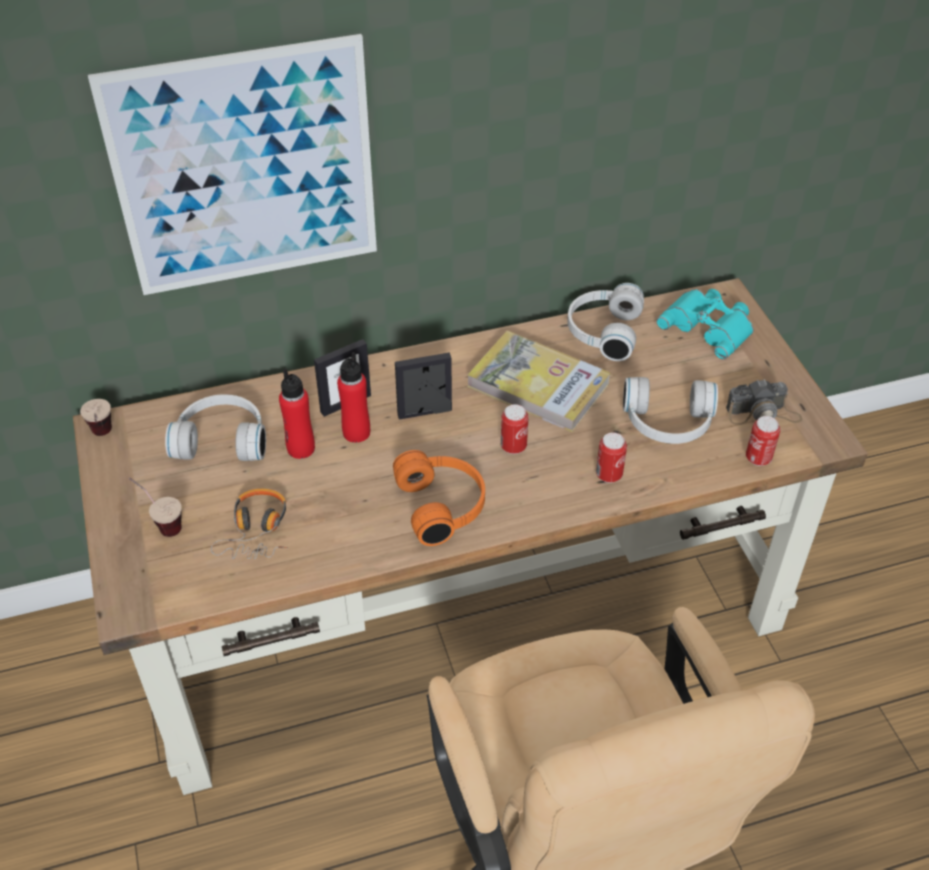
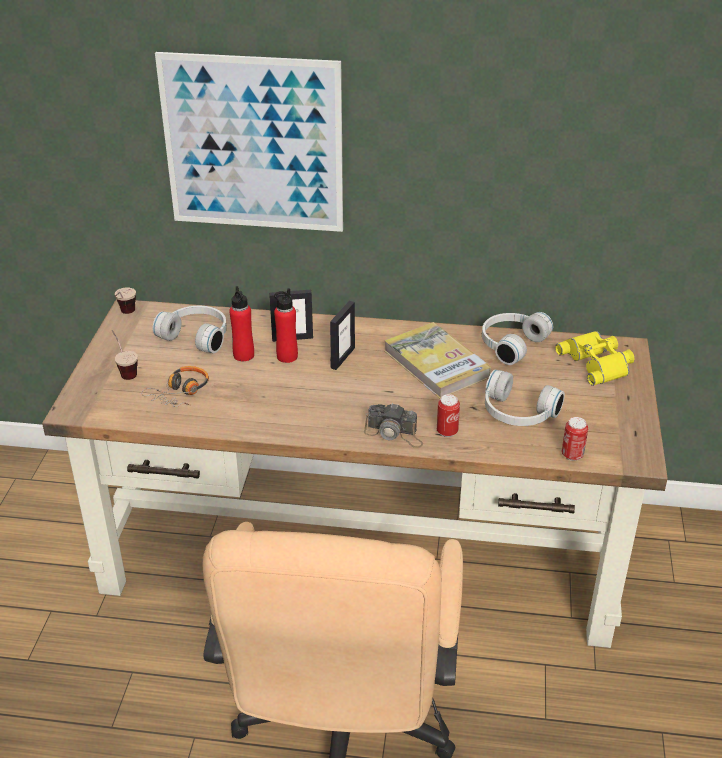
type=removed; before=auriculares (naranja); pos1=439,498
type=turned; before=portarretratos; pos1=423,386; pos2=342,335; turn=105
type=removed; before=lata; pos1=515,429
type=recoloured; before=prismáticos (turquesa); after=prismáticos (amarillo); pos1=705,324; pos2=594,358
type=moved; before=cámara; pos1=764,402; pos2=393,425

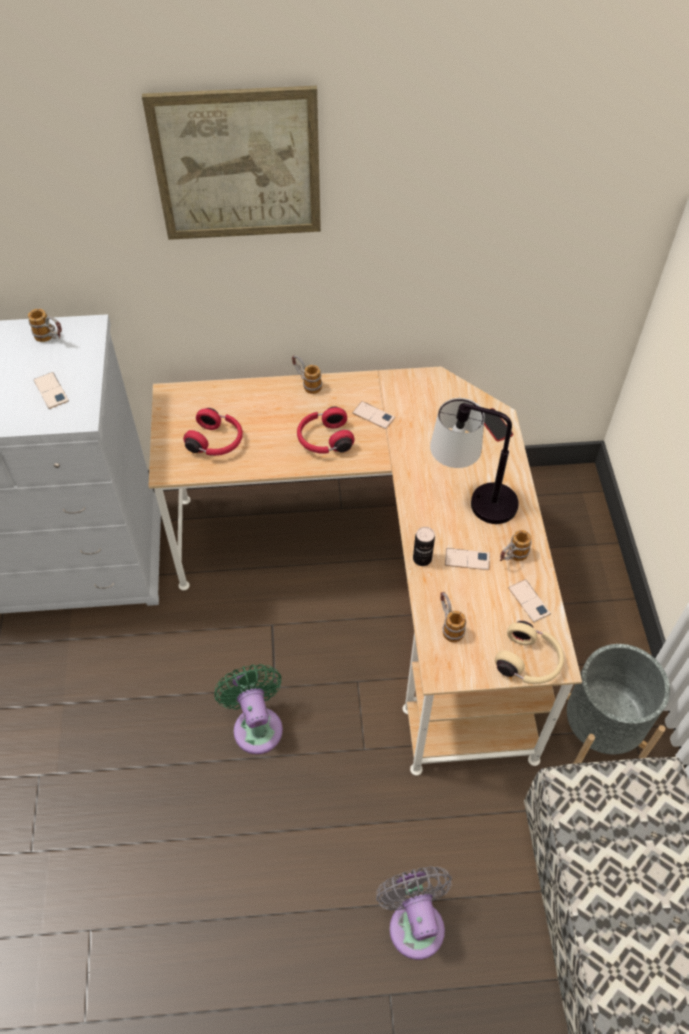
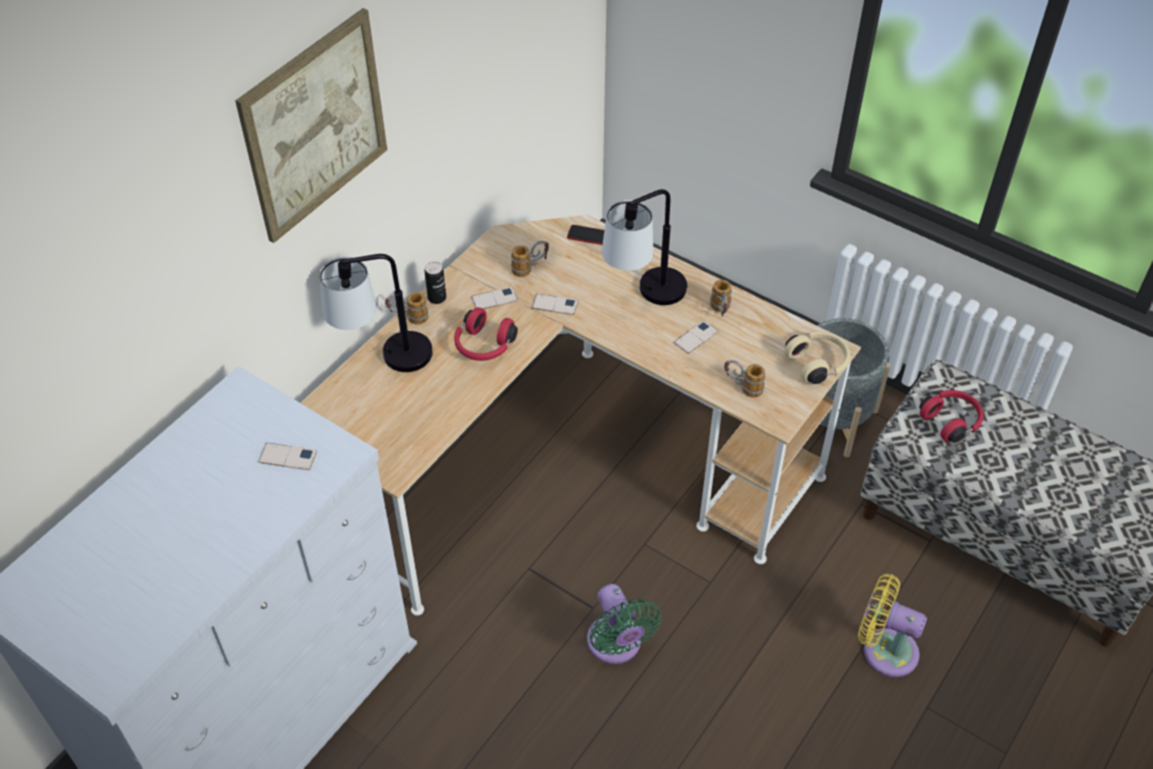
type=moved; before=taza grande; pos1=45,325; pos2=530,259
type=moved; before=auriculares (rojo); pos1=213,432; pos2=951,416
type=turned; before=ventilador (verde); pos1=248,709; pos2=624,624; turn=-135
type=recoloured; before=ventilador (gris); after=ventilador (amarillo); pos1=414,913; pos2=892,625
type=moved; before=lata; pos1=424,546; pos2=435,282
type=moved; before=móvil; pos1=530,600; pos2=555,304
type=added; after=lámpara de mesa; pos2=376,313

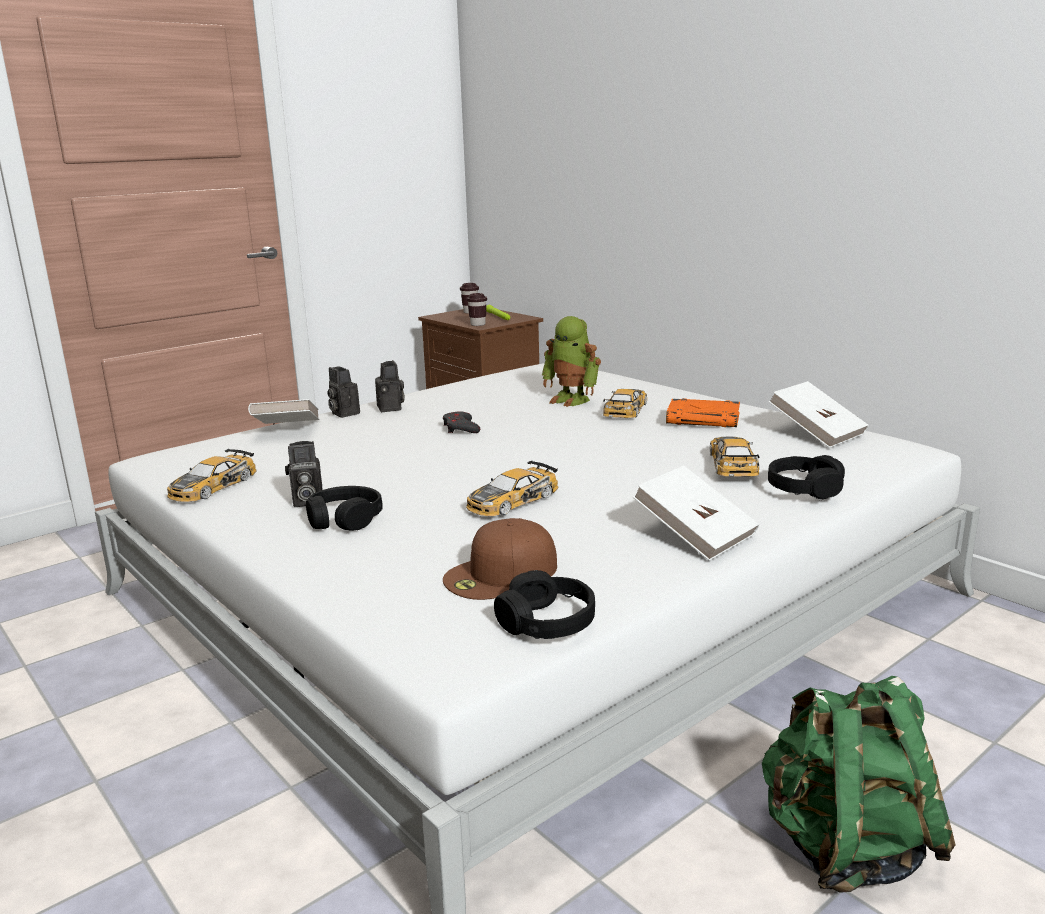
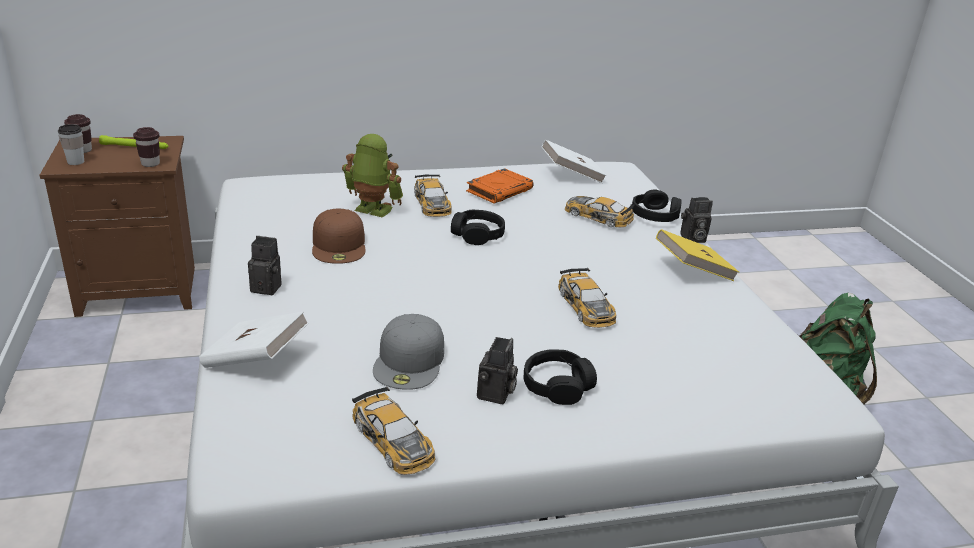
type=moved; before=cámara; pos1=343,392; pos2=696,220
type=removed; before=mando de consola (gris); pos1=461,422
type=moved; before=gorra (marrón); pos1=500,559; pos2=339,236
type=moved; before=auriculares (negro); pos1=544,604; pos2=478,227
type=turned; before=robot de juguete; pos1=571,361; pos2=372,175; turn=-135
type=turned; before=coche de juguete; pos1=625,403; pos2=432,196; turn=-150
type=recoloured; before=libro (blanco); after=libro (amarillo); pos1=696,513; pos2=697,255
type=added; after=taza; pos2=71,144
type=added; after=gorra (gris); pos2=408,352

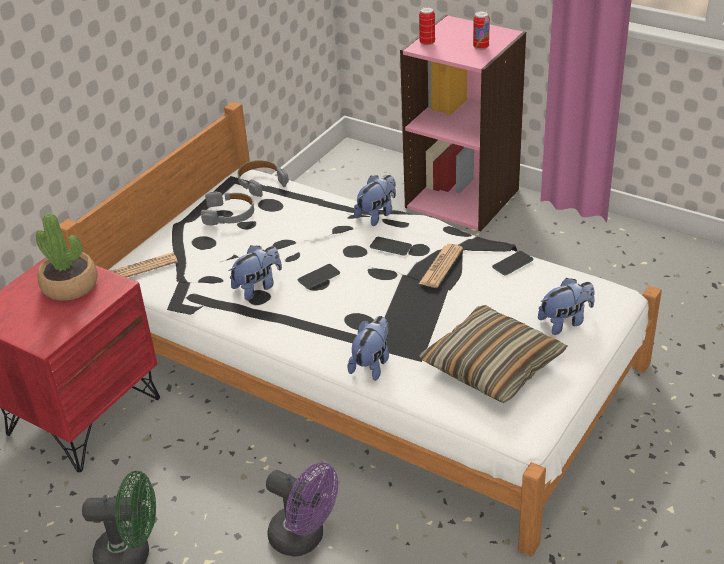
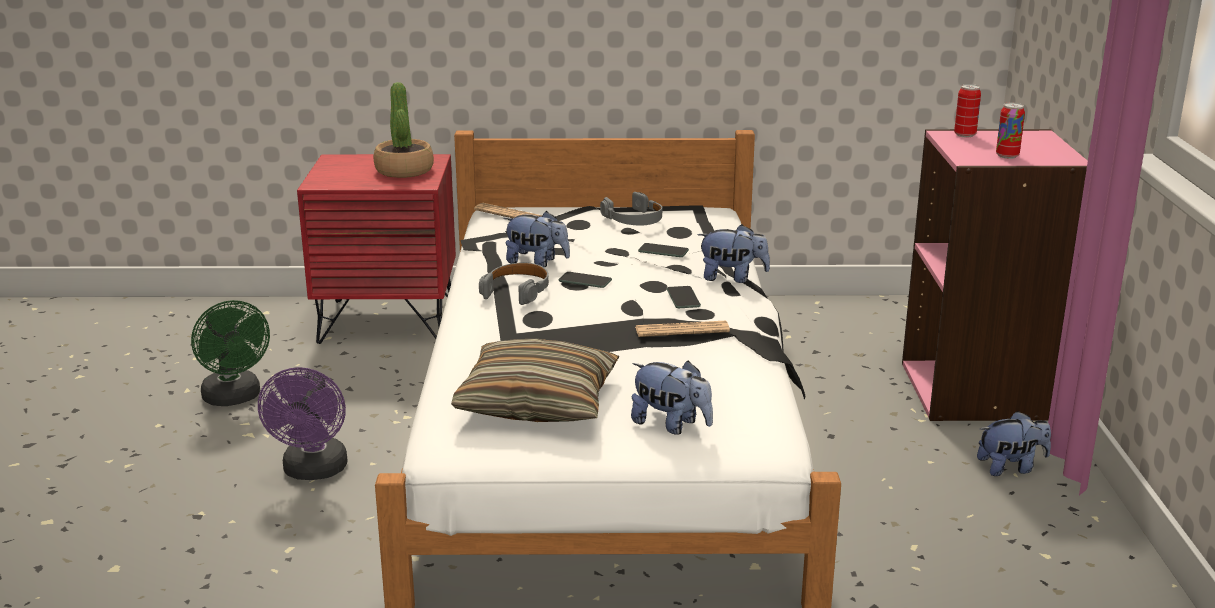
type=moved; before=auriculares (gris); pos1=263,178; pos2=514,283
type=moved; before=peluche; pos1=368,348; pos2=1014,443
type=moved; before=móvil; pos1=512,263; pos2=663,250

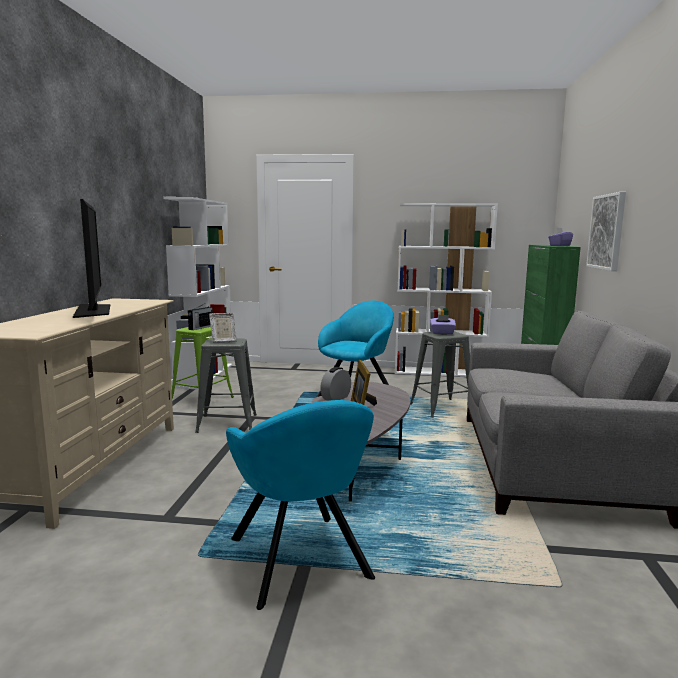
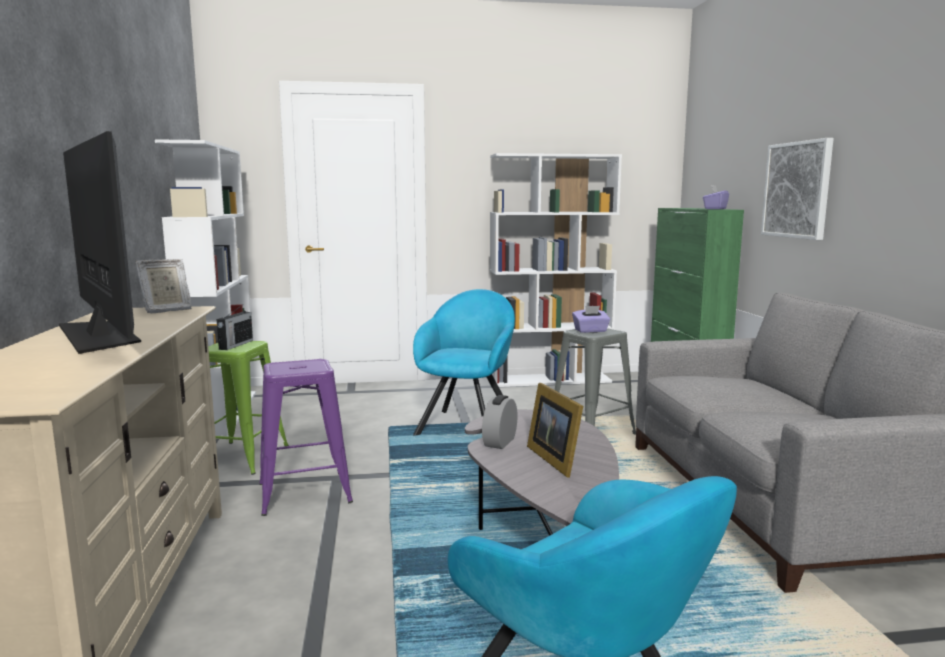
type=recoloured; before=taburete (gris); after=taburete (morado); pos1=226,385; pos2=306,437
type=moved; before=portarretratos; pos1=222,328; pos2=163,286

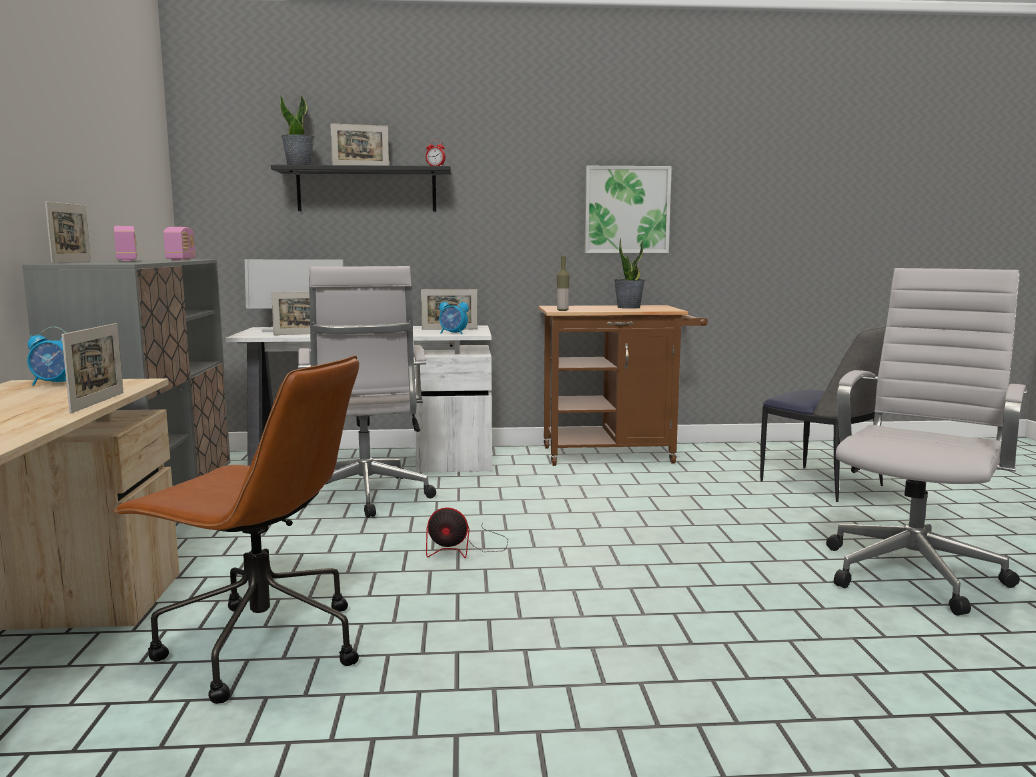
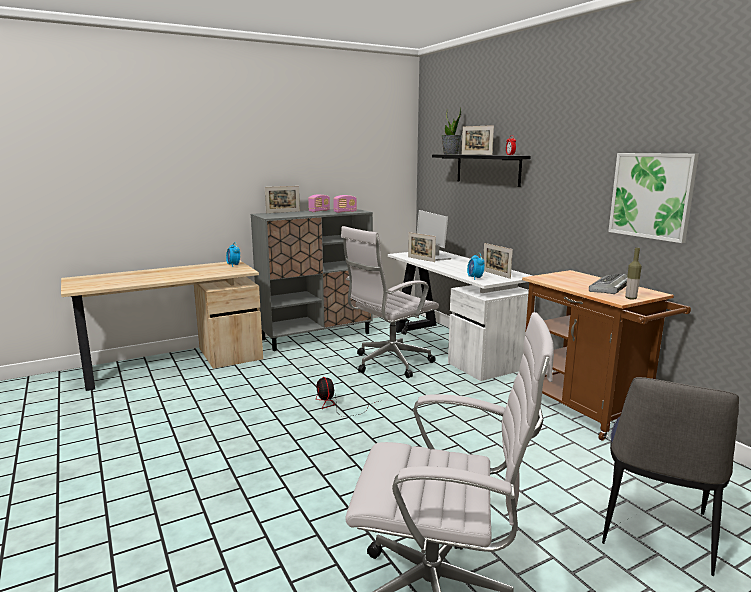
type=removed; before=portarretratos; pos1=92,368
type=removed; before=silla de oficina (marrón); pos1=236,529
type=moved; before=botella; pos1=563,283; pos2=633,274
type=replaced; before=planta en maceta; after=teclado; pos1=629,273; pos2=608,284

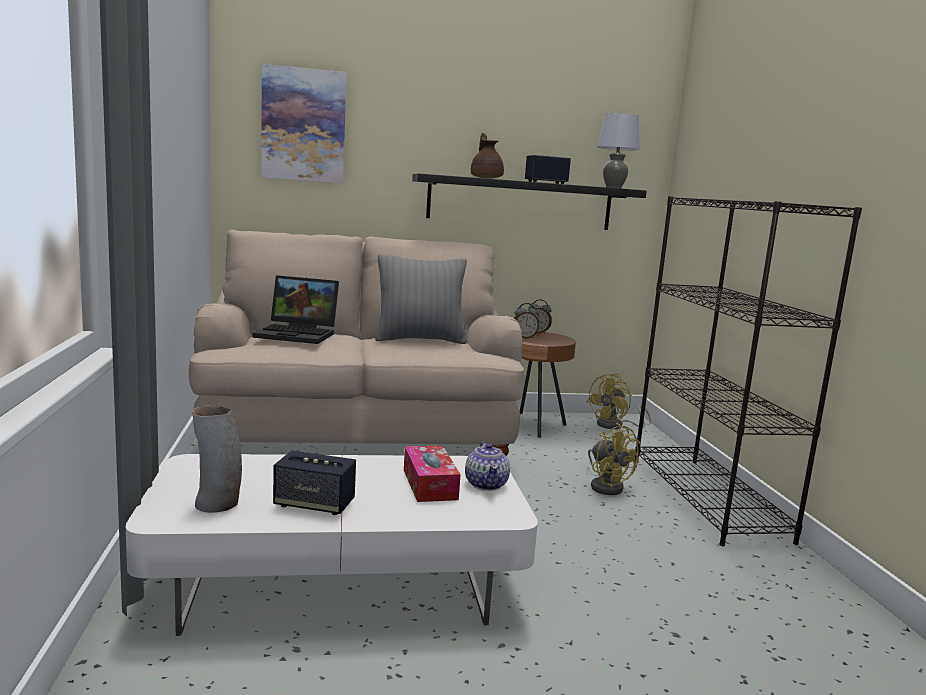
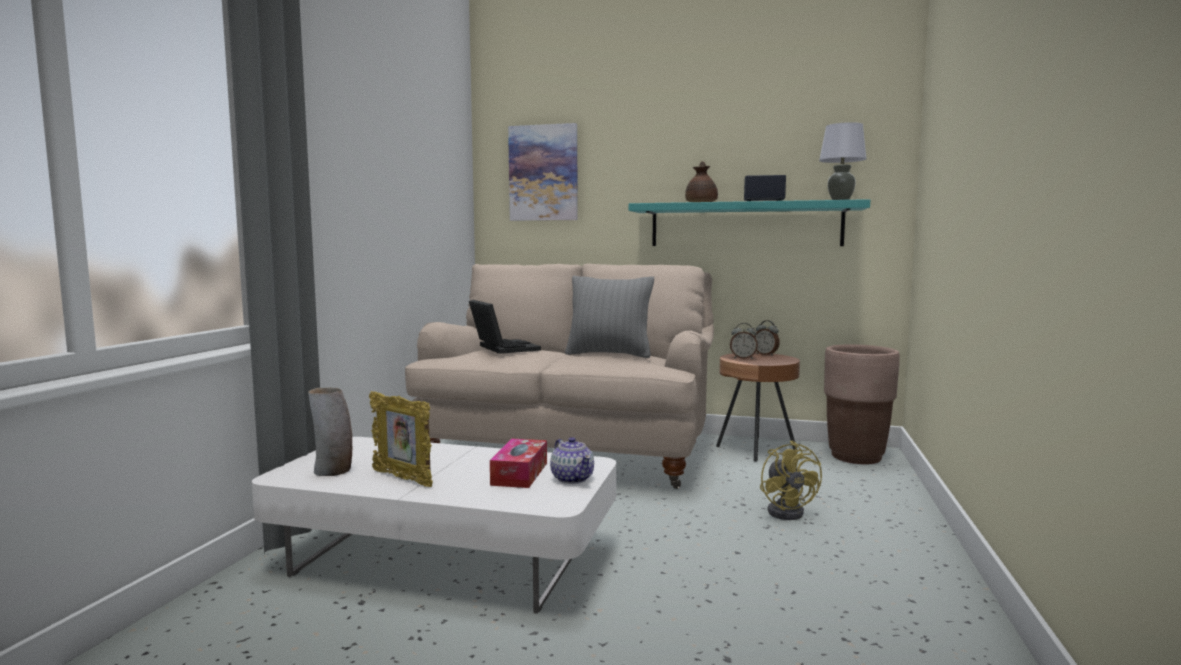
type=turned; before=portátil; pos1=296,309; pos2=505,327; turn=-150
type=replaced; before=altavoz; after=portarretratos; pos1=314,482; pos2=401,439
type=recoloured; before=estante (negro); after=estante (turquesa); pos1=529,201; pos2=749,222
type=turned; before=tetera; pos1=487,466; pos2=572,460; turn=-45
type=replaced; before=ventilador (amarillo); after=maceta (marrón); pos1=619,401; pos2=862,404
type=removed; before=estantería (negro); pos1=748,371

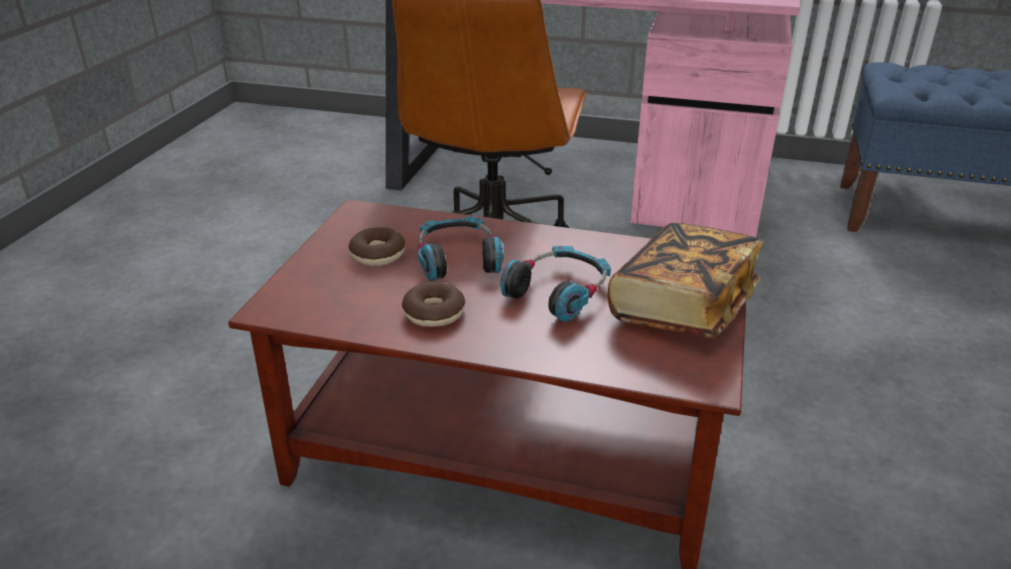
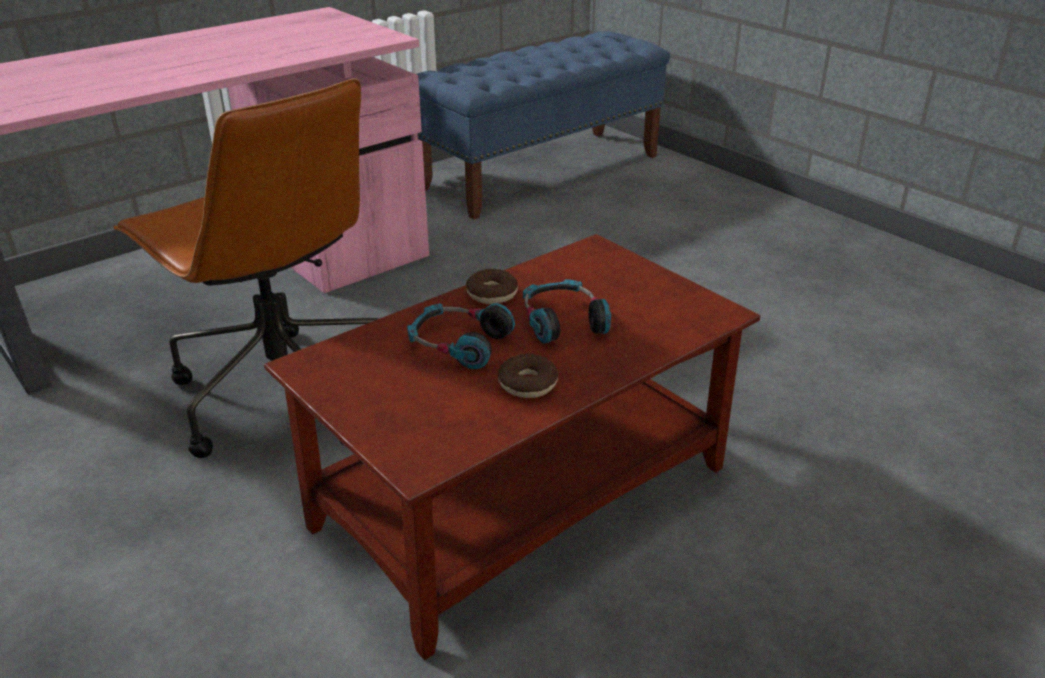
type=moved; before=rosquilla; pos1=376,246; pos2=492,286
type=removed; before=libro; pos1=685,280

